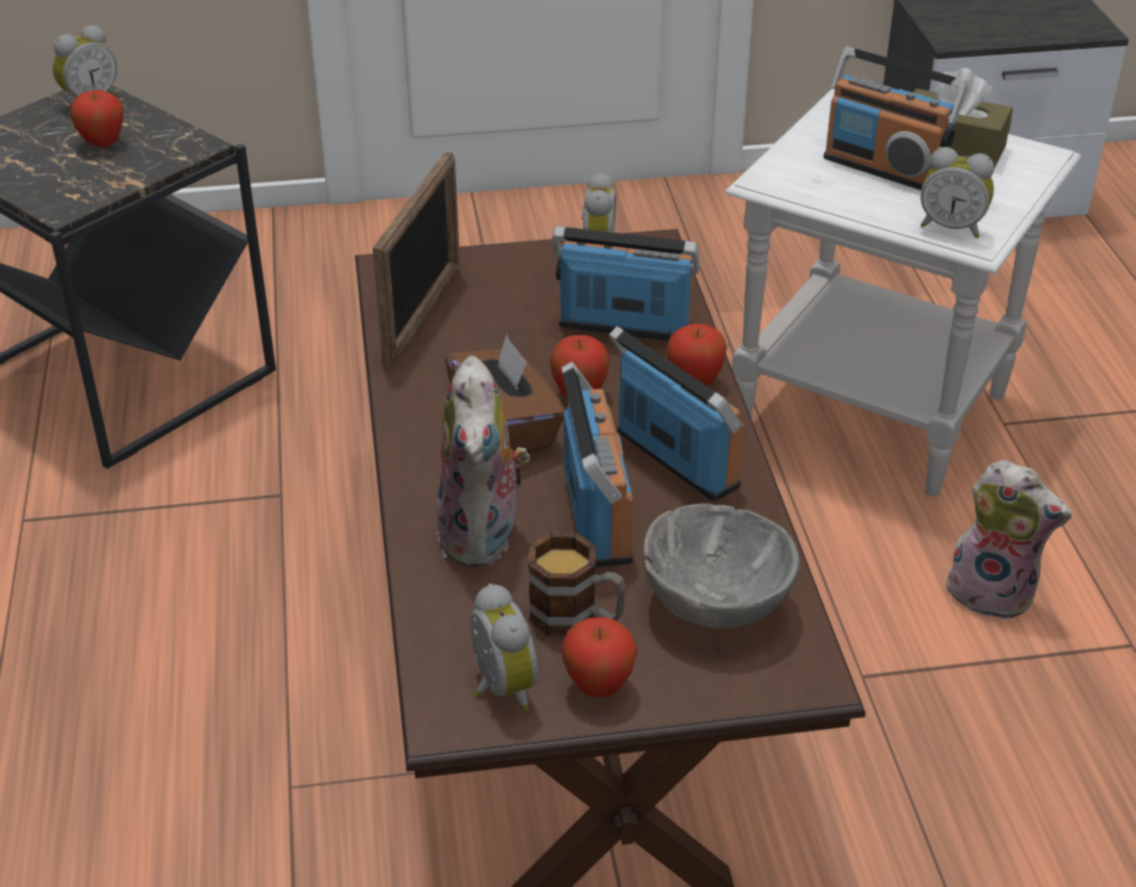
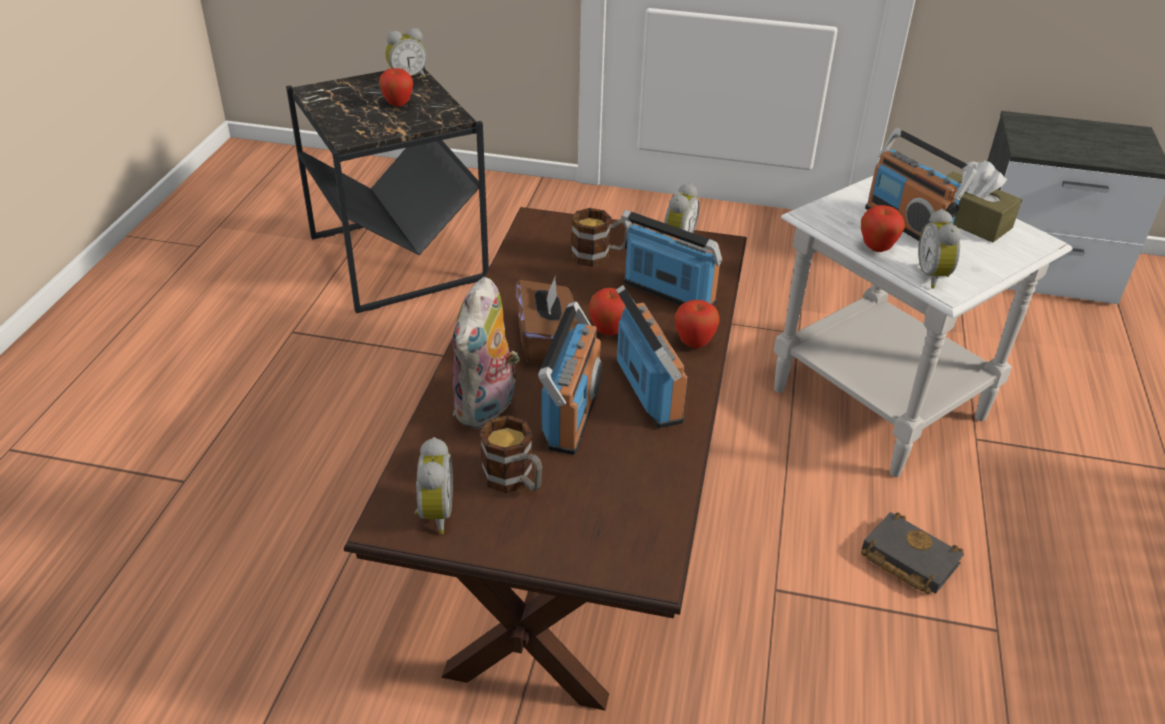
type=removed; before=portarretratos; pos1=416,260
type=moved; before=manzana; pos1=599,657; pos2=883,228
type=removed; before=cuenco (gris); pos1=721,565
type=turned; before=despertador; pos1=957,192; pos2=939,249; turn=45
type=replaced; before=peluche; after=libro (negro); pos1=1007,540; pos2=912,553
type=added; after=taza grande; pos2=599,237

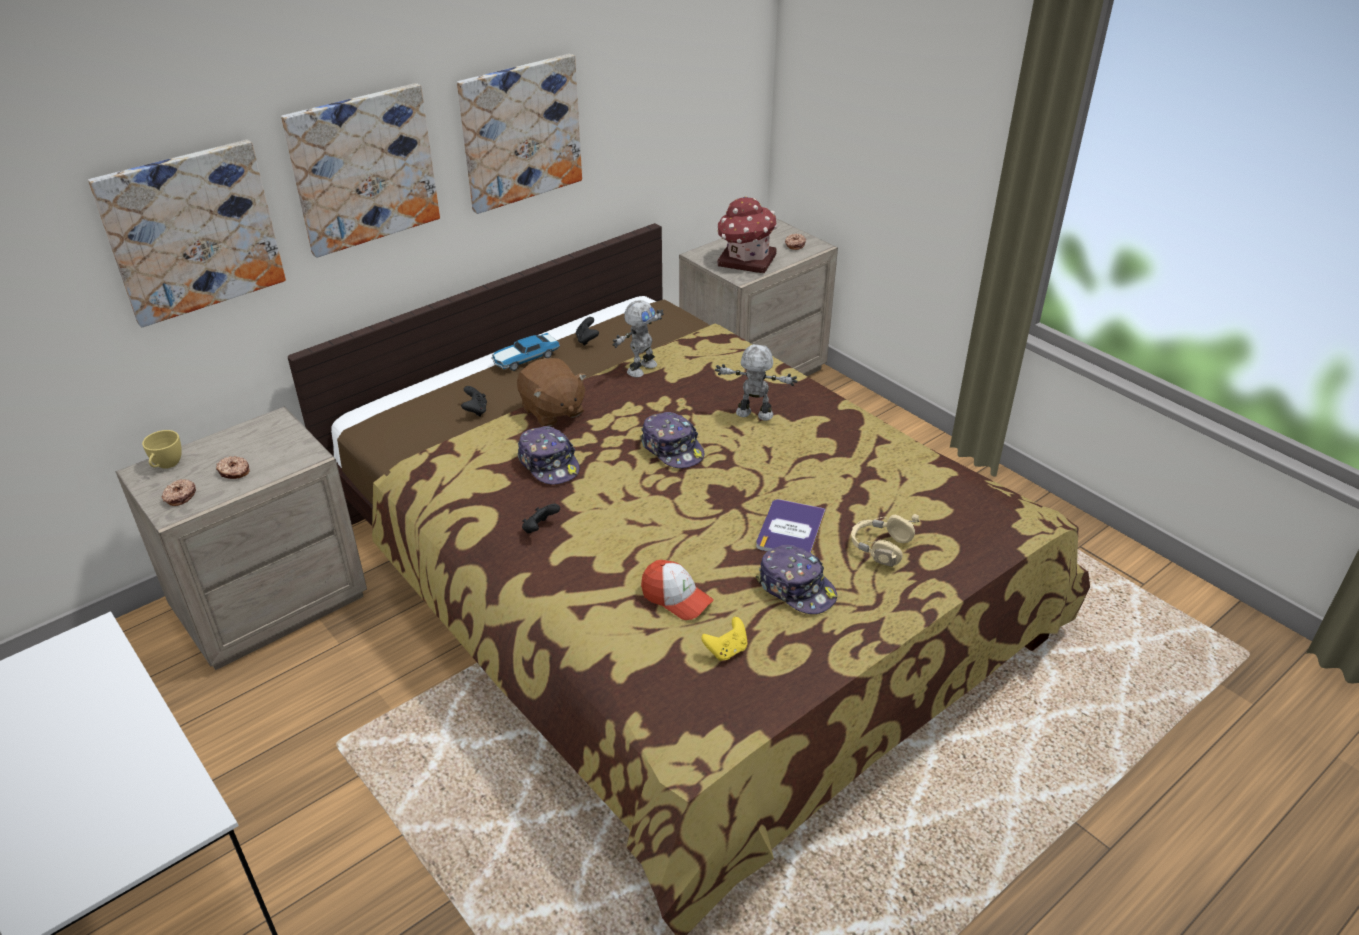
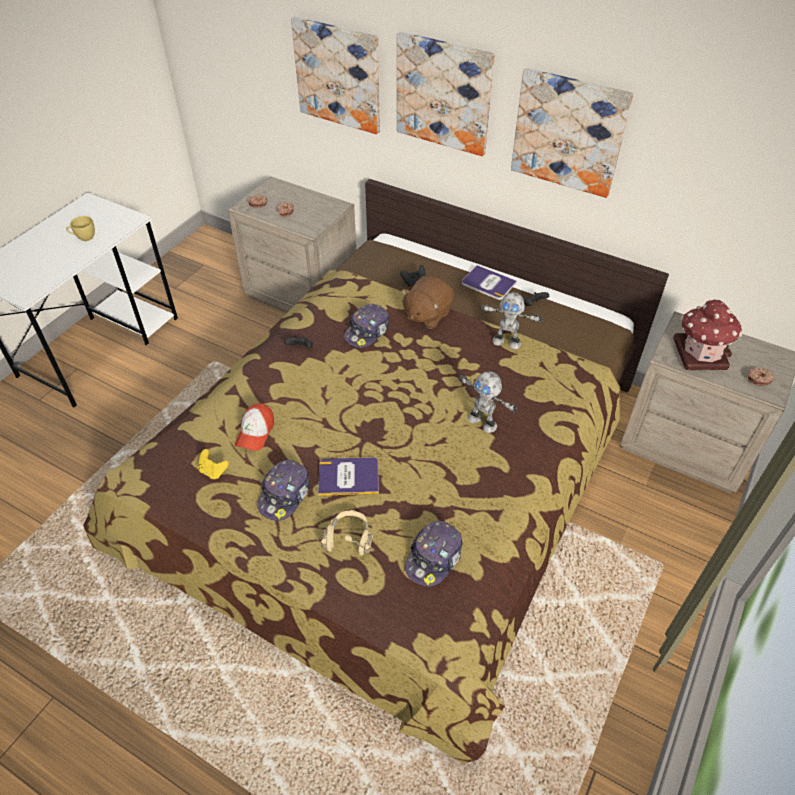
type=moved; before=taza (amarillo); pos1=162,449; pos2=80,228
type=replaced; before=coche de juguete; after=libro; pos1=525,352; pos2=489,282
type=moved; before=gorra; pos1=672,440; pos2=433,554
type=turned; before=robot de juguete; pos1=756,382; pos2=488,402; turn=135

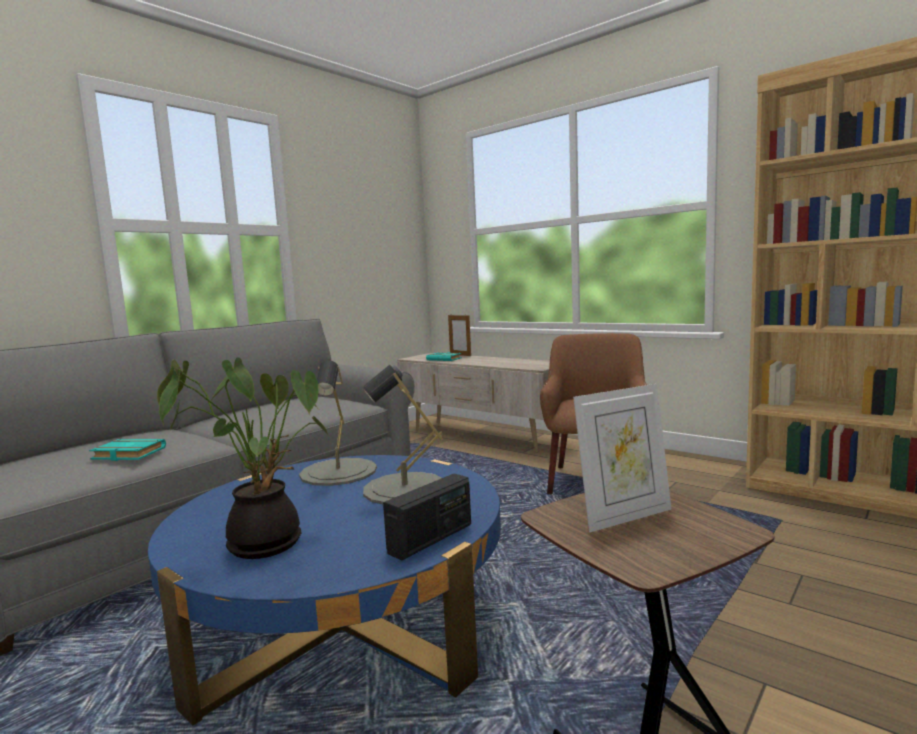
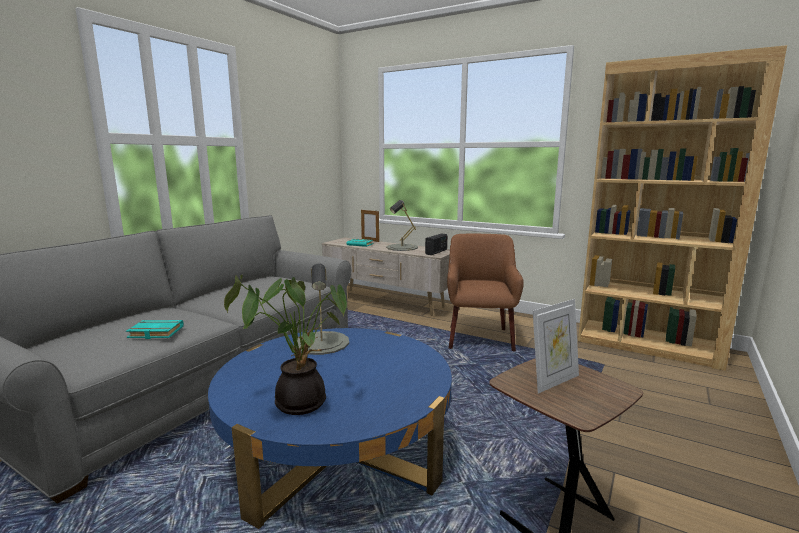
type=moved; before=lámpara de mesa (gris); pos1=402,434; pos2=402,225
type=moved; before=radio; pos1=427,516; pos2=436,244

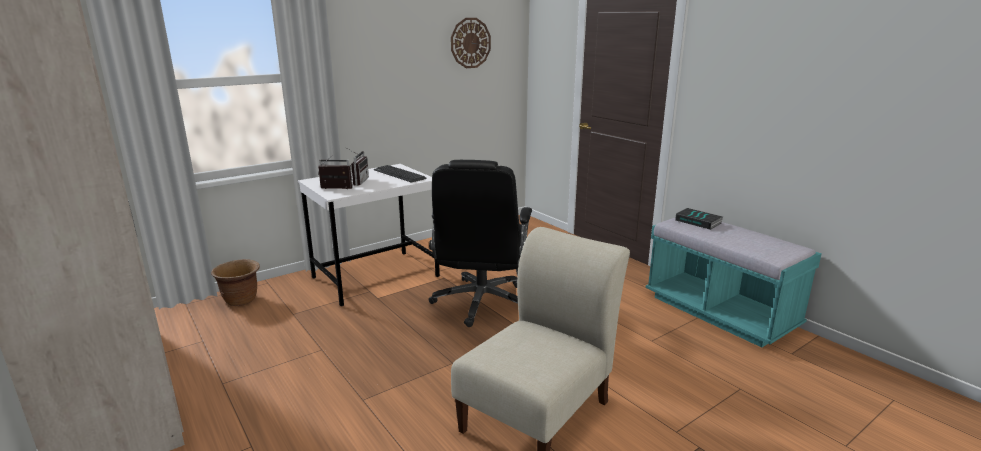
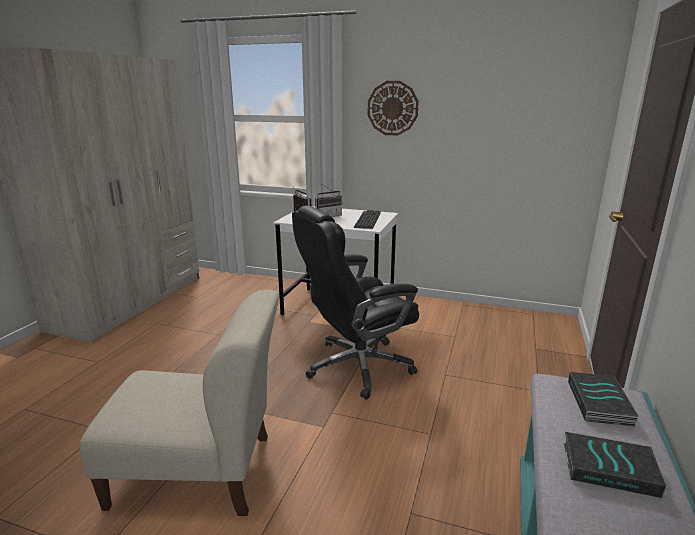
type=removed; before=maceta (marrón); pos1=235,282
type=moved; before=reloj de pared; pos1=471,43; pos2=393,108
type=added; after=libro; pos2=615,465

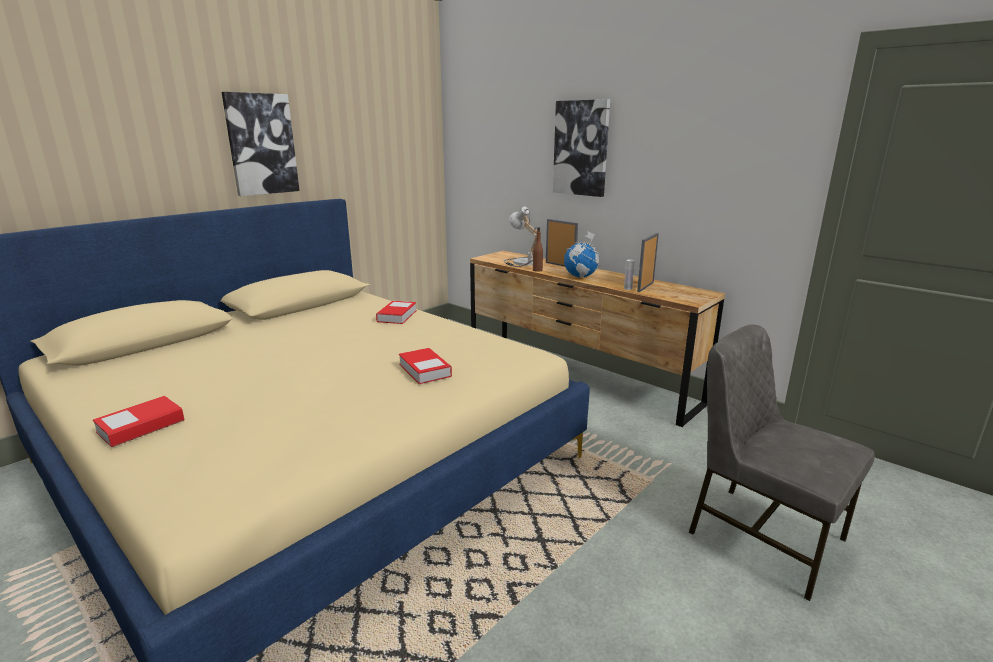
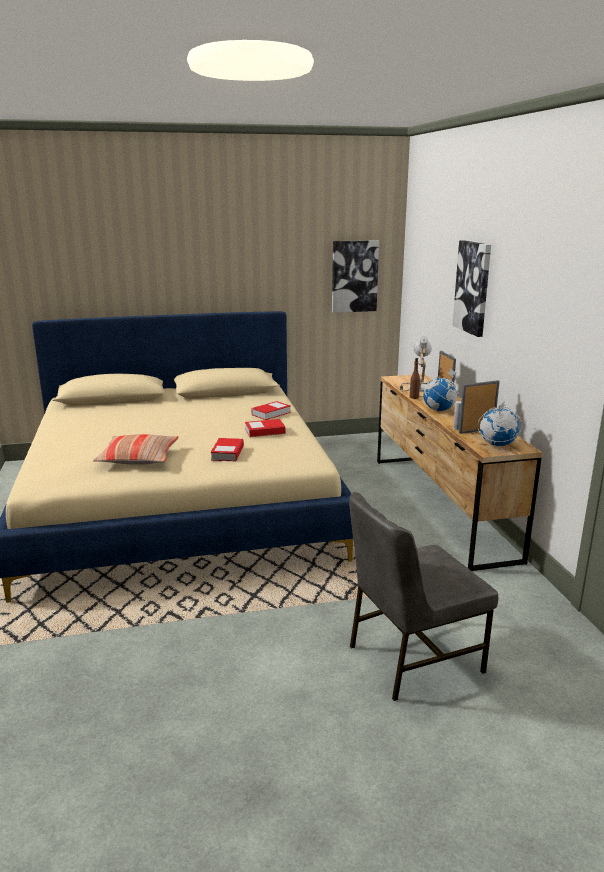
type=moved; before=libro; pos1=138,421; pos2=265,428
type=moved; before=cuadro; pos1=260,144; pos2=355,276
type=turned; before=silla (gris); pos1=782,462; pos2=423,596; turn=-105
type=added; after=cojín; pos2=135,449
type=added; after=globo terráqueo; pos2=500,423

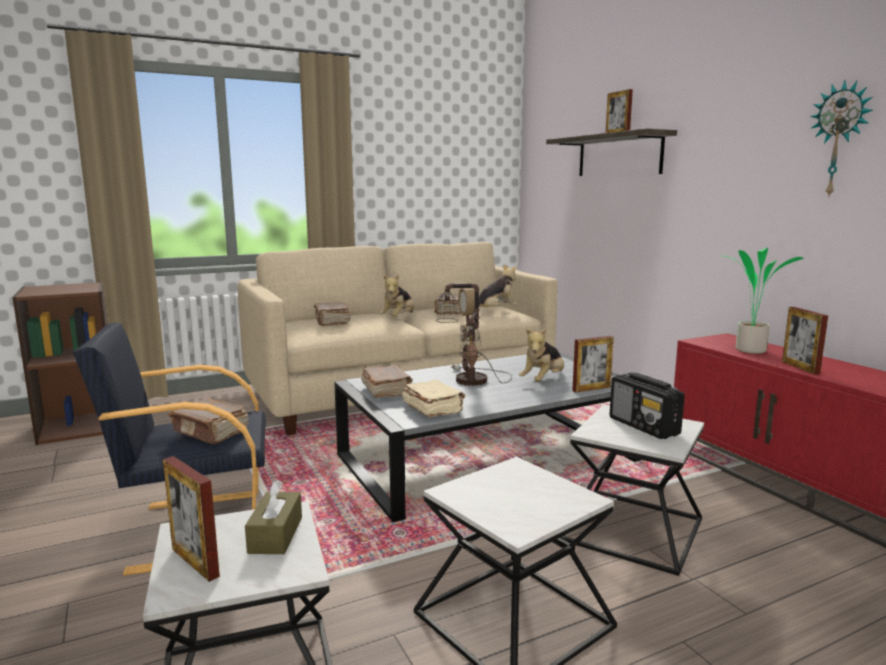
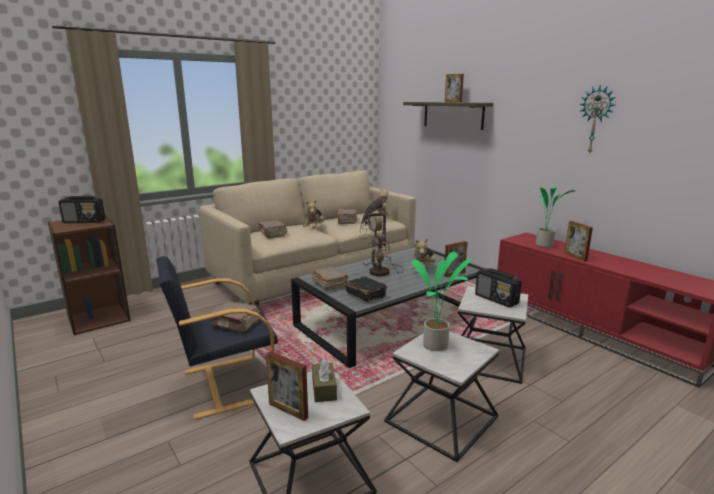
type=recoloured; before=libro (beis); after=libro (negro); pos1=433,398; pos2=367,289
type=added; after=radio; pos2=81,209
type=added; after=planta en maceta; pos2=441,301

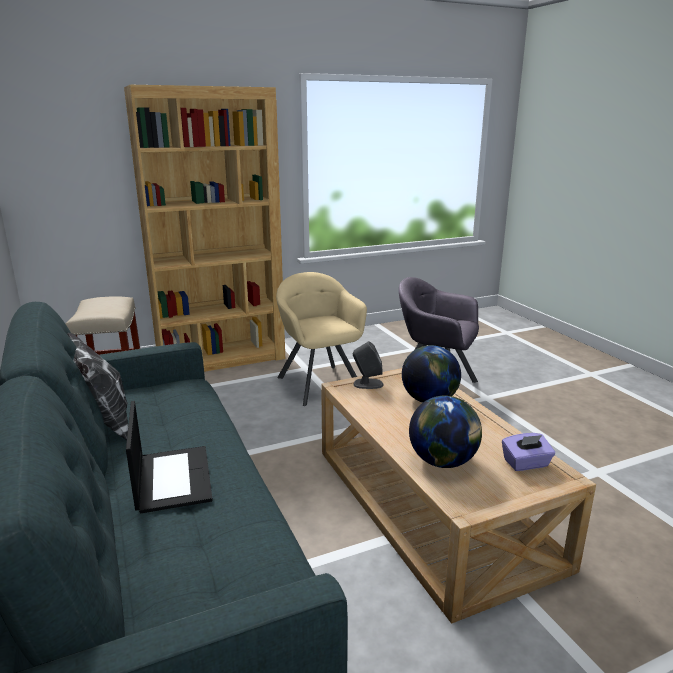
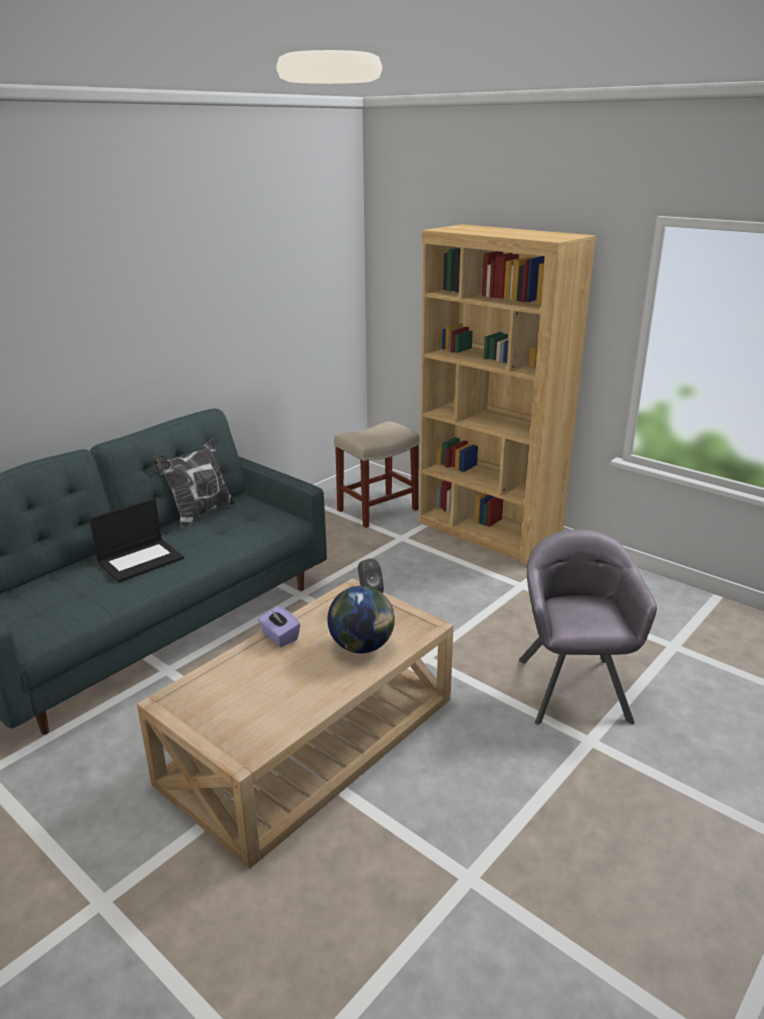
type=removed; before=sillón (beis); pos1=321,339
type=removed; before=globo terráqueo; pos1=445,432
type=moved; before=caja de pañuelos (morado); pos1=528,452; pos2=279,626

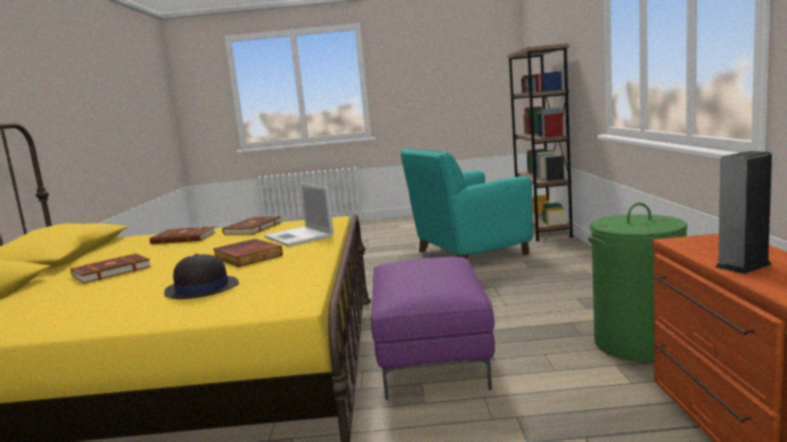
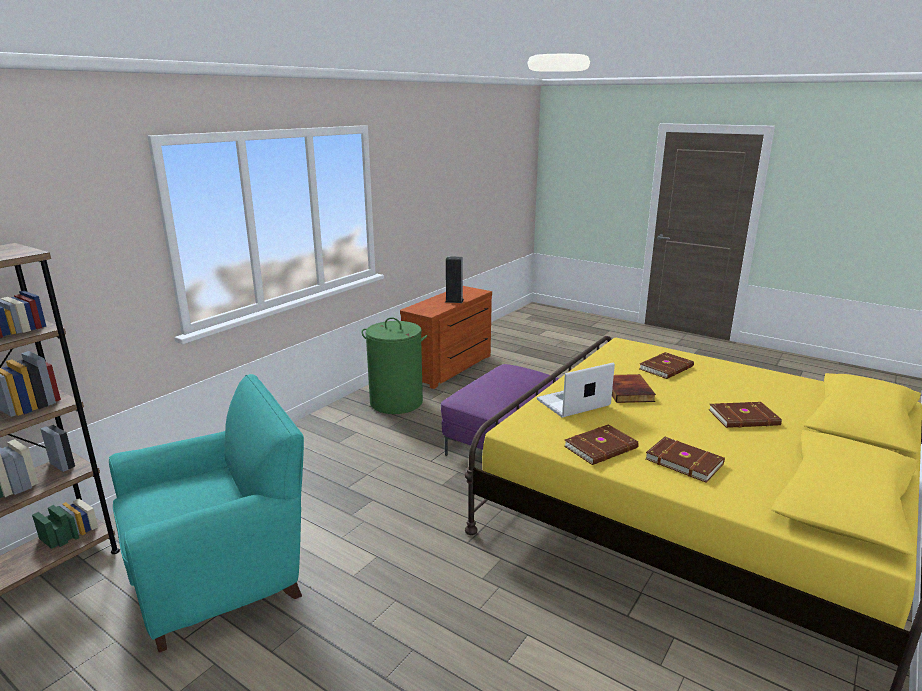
type=replaced; before=sombrero (negro); after=libro (marrón); pos1=201,276; pos2=667,365
type=turned; before=portátil; pos1=299,215; pos2=576,390; turn=-120
type=turned; before=sillón (turquesa); pos1=467,204; pos2=206,513; turn=-45

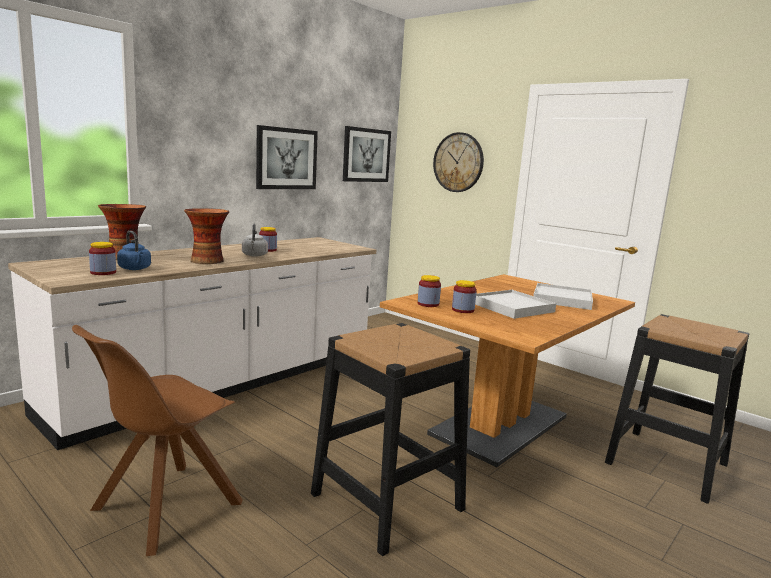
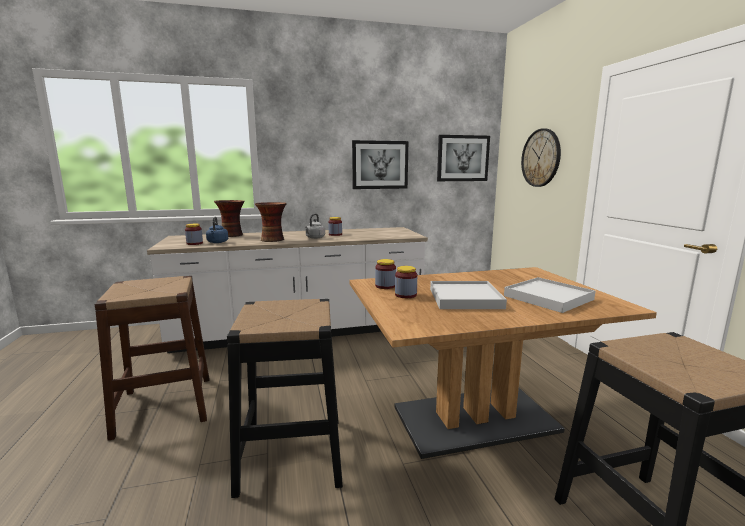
type=replaced; before=silla (marrón); after=taburete (marrón); pos1=157,440; pos2=152,358

